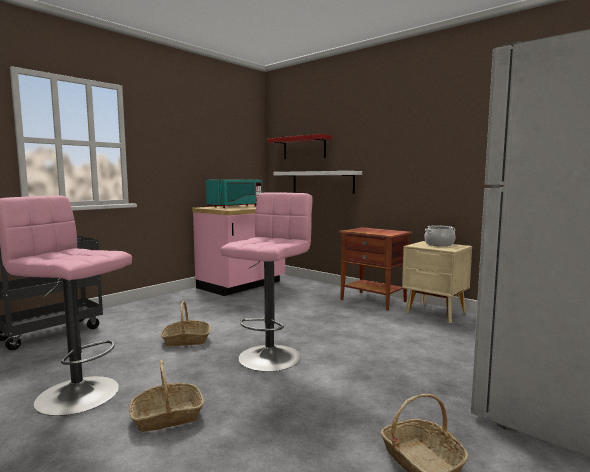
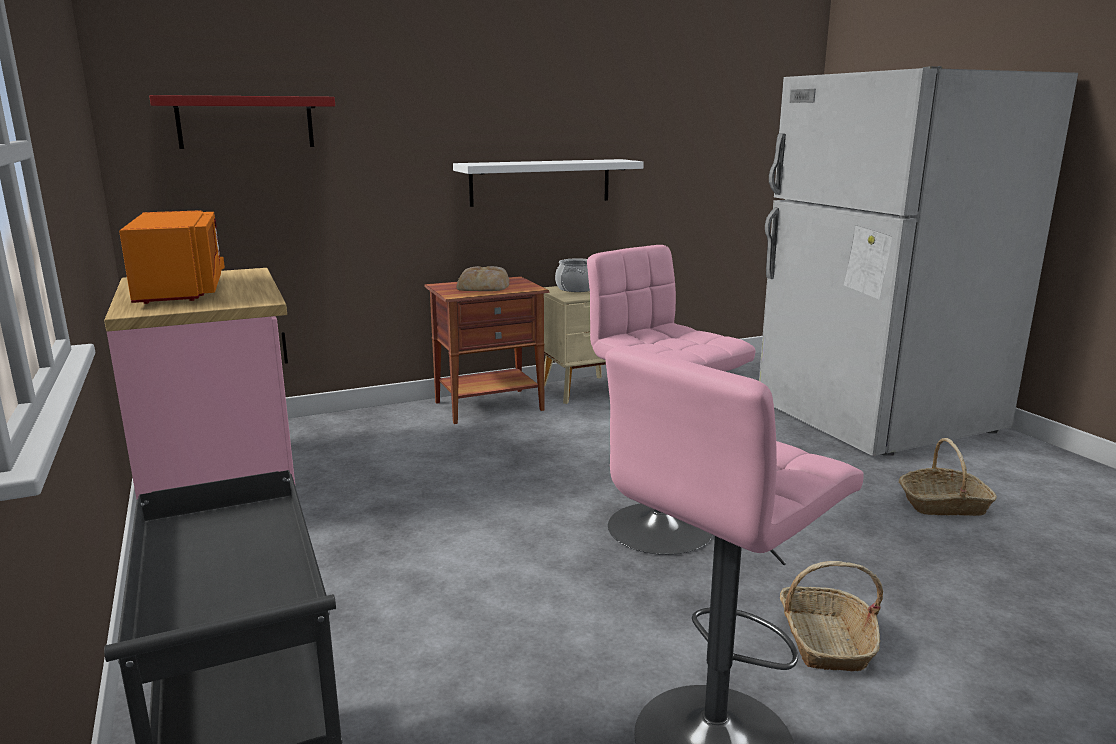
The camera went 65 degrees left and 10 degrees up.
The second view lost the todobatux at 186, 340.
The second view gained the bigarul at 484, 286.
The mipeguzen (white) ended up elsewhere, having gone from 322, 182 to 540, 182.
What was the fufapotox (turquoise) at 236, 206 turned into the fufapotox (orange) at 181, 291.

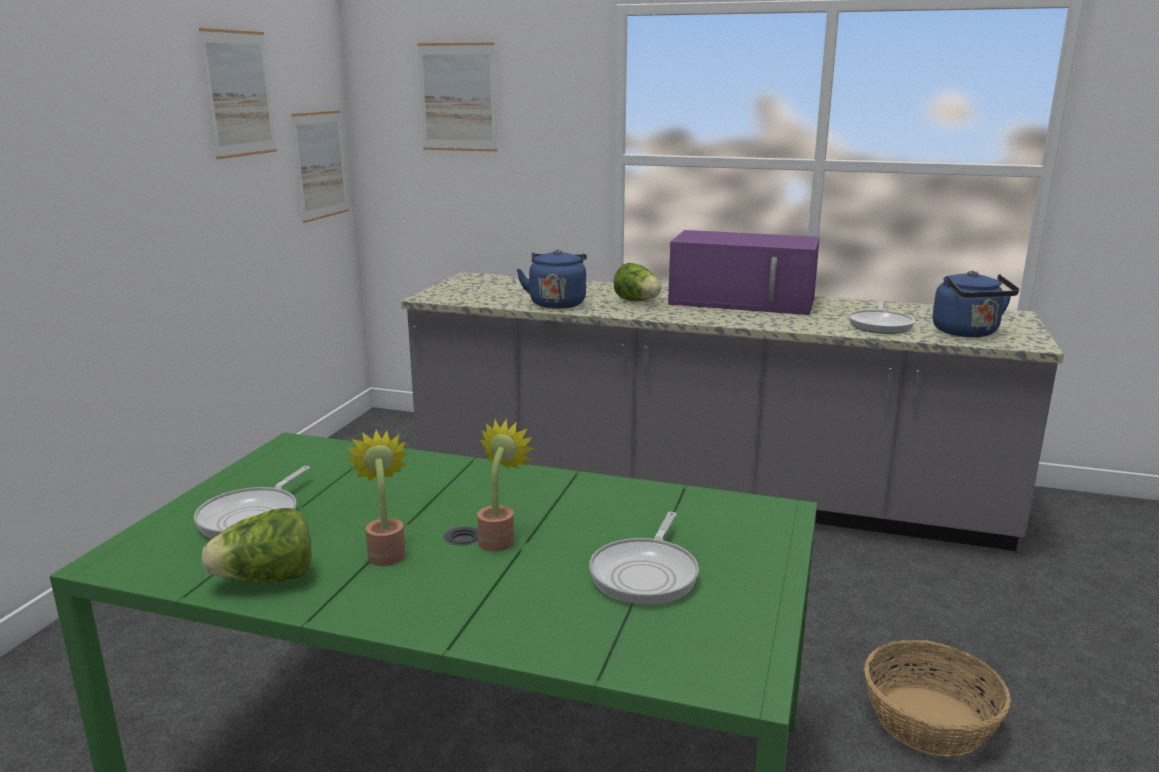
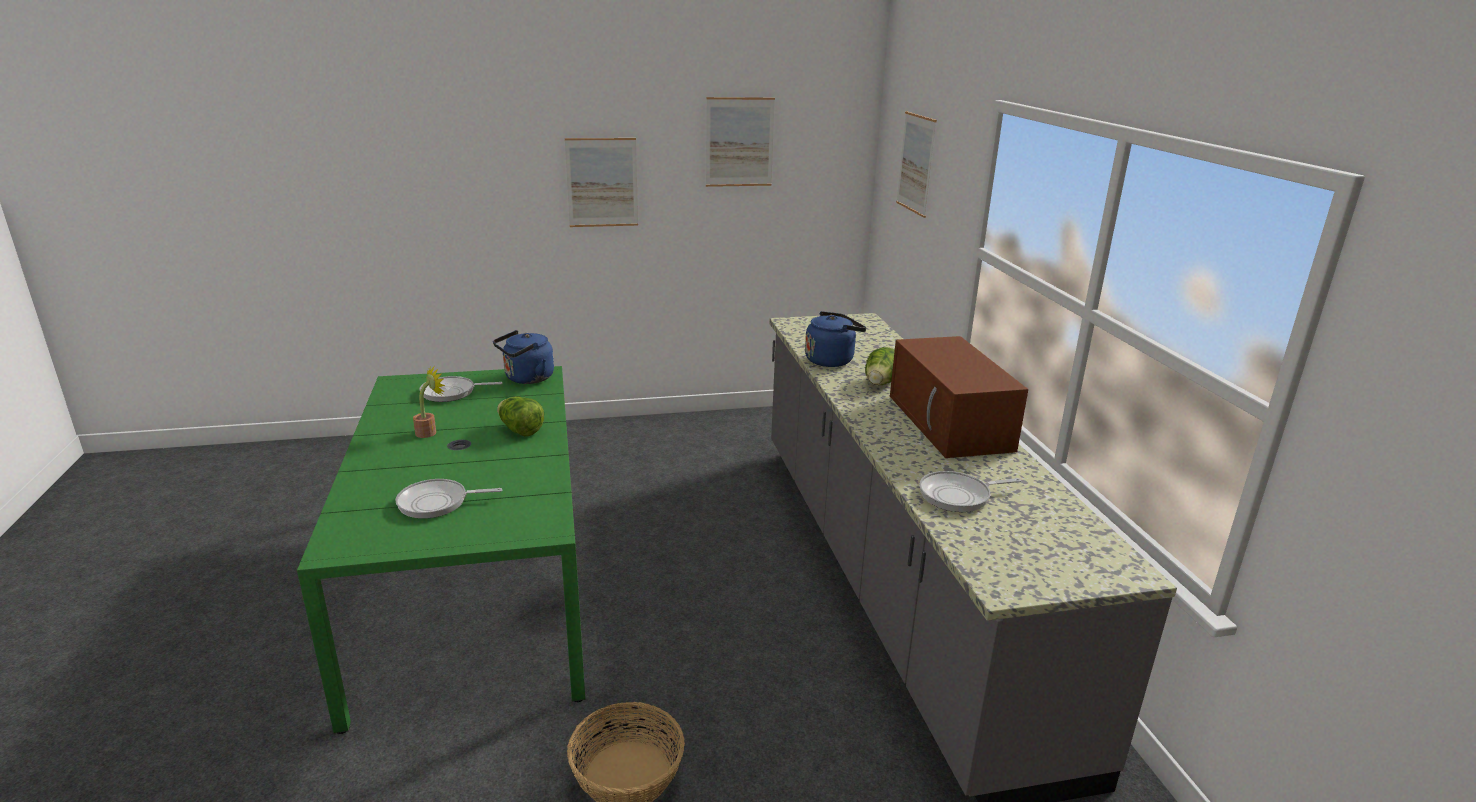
The camera went 60 degrees right and 5 degrees up.
The second view lost the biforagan at 499, 538.
The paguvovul ended up elsewhere, having gone from 266, 579 to 520, 430.
The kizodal ended up elsewhere, having gone from 320, 165 to 602, 182.
The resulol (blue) ended up elsewhere, having gone from 968, 333 to 526, 379.
What was the fufapotox (purple) at 744, 301 turned into the fufapotox (brown) at 951, 423.

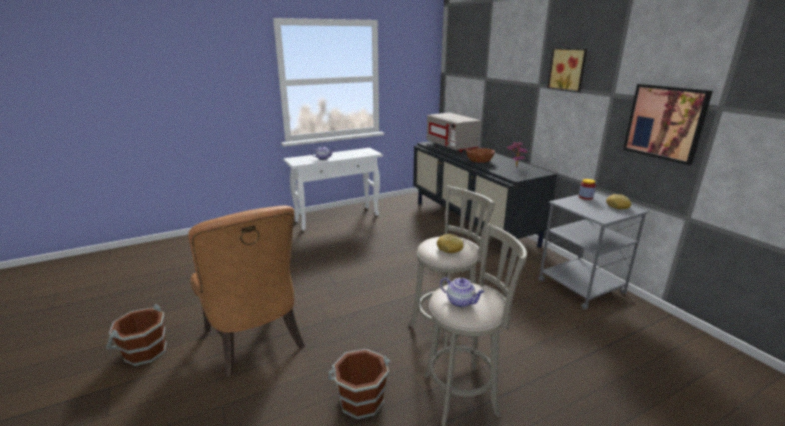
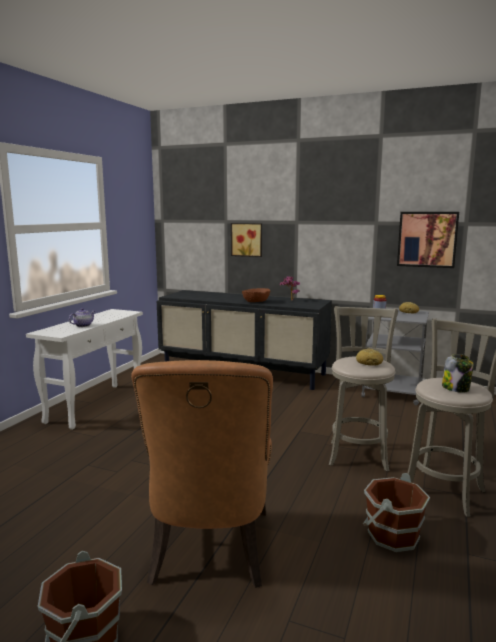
The camera went 40 degrees left and 10 degrees down.
The second view lost the fufapotox (grey) at 452, 146.
The kizodal ended up elsewhere, having gone from 568, 69 to 247, 239.
Where the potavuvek stood at 461, 302, the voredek came to stand at 456, 388.
The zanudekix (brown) at 255, 339 ended up facing another way, 75 degrees clockwise from before.

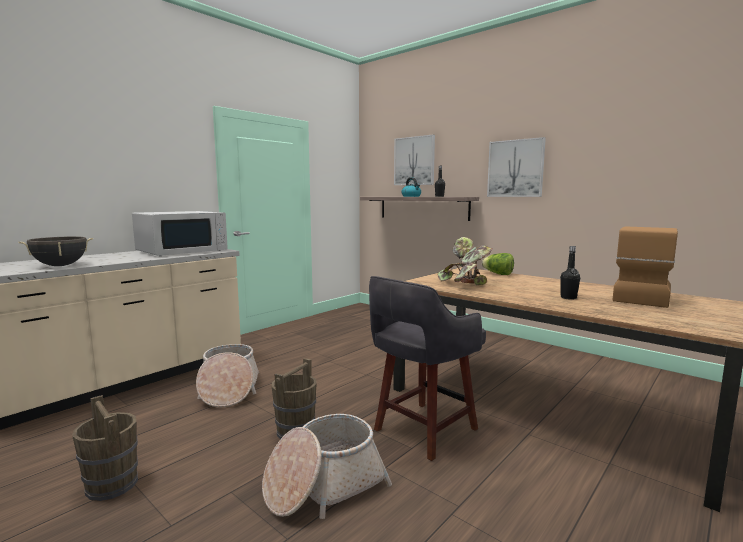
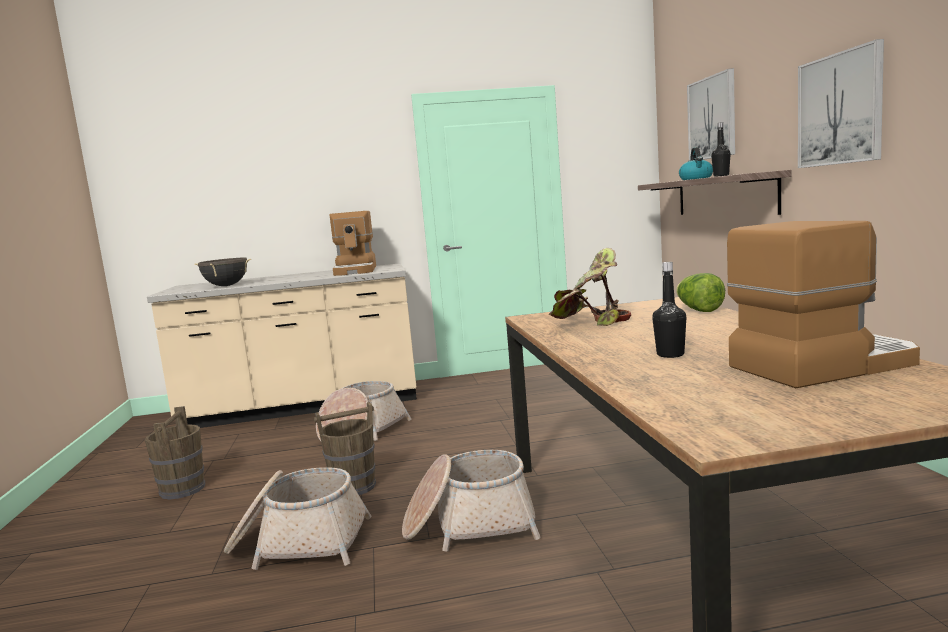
The camera went 40 degrees right and 0 degrees up.
Where the fufapotox (white) stood at 182, 251, the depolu came to stand at 356, 271.
Where the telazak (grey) stood at 422, 431, the todobatux came to stand at 469, 524.

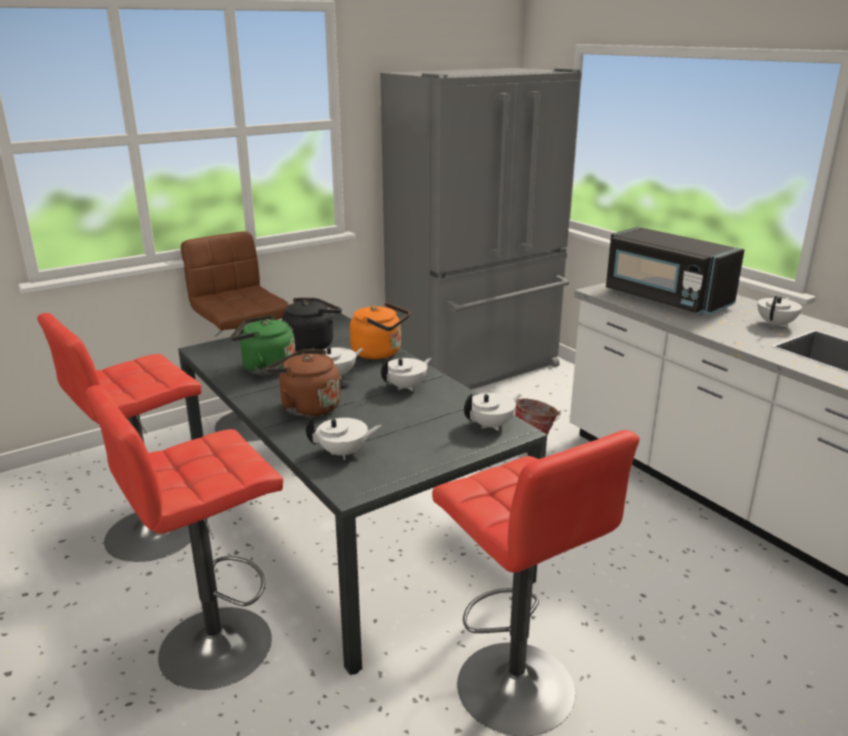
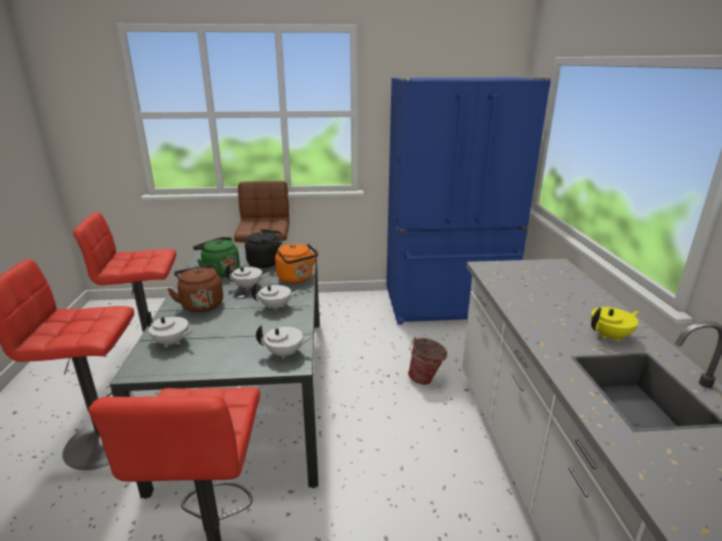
The camera went 30 degrees right and 0 degrees up.
The second view lost the fufapotox (black) at 665, 299.
What was the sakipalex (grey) at 477, 368 turned into the sakipalex (blue) at 448, 306.
What was the potavuvek (white) at 776, 324 turned into the potavuvek (yellow) at 610, 336.

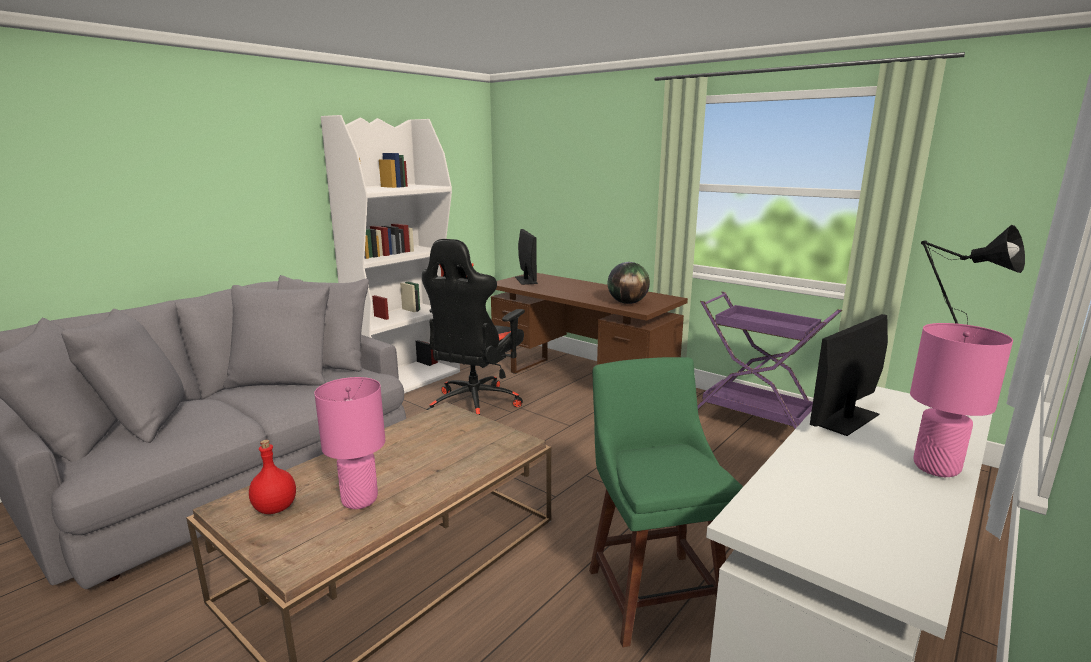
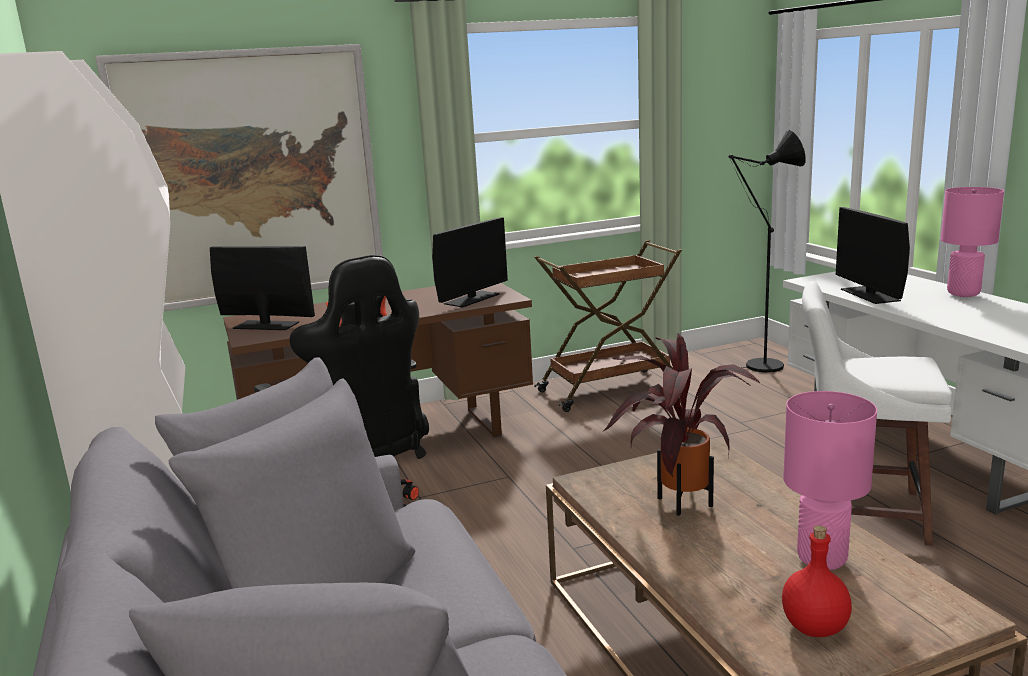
The camera went 60 degrees left and 0 degrees up.
The second view gained the kizodal at 252, 176.
The second view gained the biforagan at 678, 502.
Where the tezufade stood at 627, 303, the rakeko came to stand at 472, 299.
What was the telazak (green) at 653, 591 turned into the telazak (white) at 859, 511.
What was the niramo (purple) at 753, 425 turned into the niramo (brown) at 609, 390.

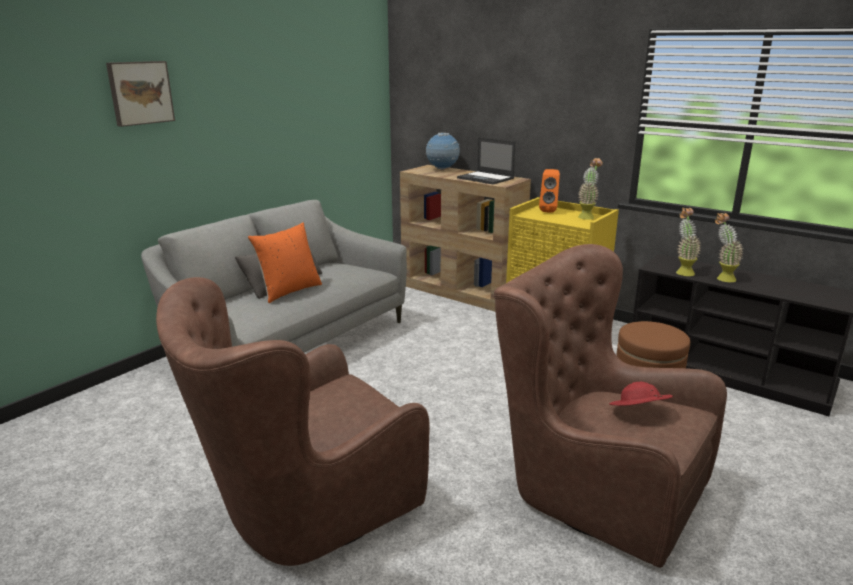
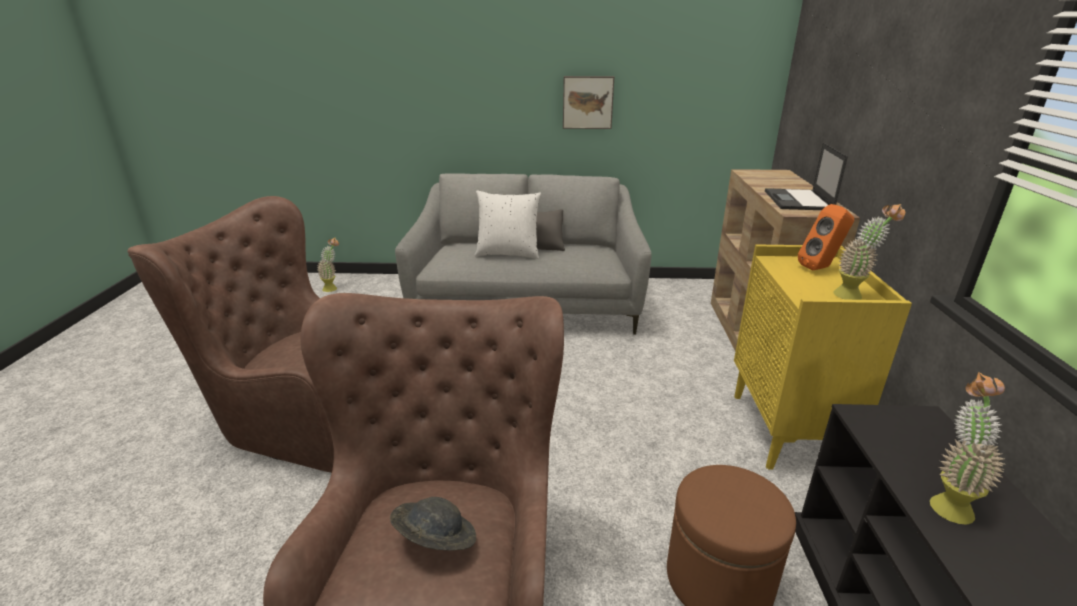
The camera went 55 degrees right and 5 degrees up.
The second view lost the tezufade at 442, 169.
The kizodal ended up elsewhere, having gone from 140, 93 to 587, 102.
The biforagan ended up elsewhere, having gone from 682, 271 to 333, 287.
What was the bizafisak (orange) at 289, 291 turned into the bizafisak (white) at 508, 253.
What was the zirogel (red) at 638, 413 turned into the zirogel (grey) at 434, 540.

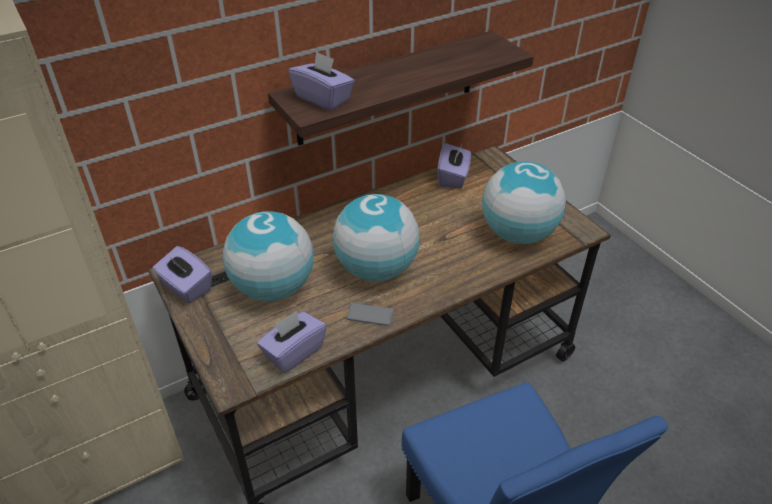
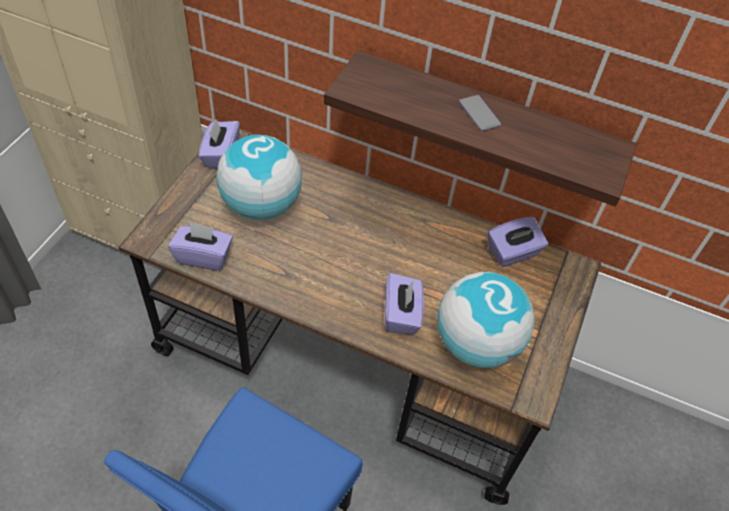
The camera went 50 degrees right and 10 degrees up.
The second view lost the tezufade at 376, 269.
The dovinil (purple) ended up elsewhere, having gone from 323, 98 to 401, 314.
The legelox ended up elsewhere, having gone from 370, 315 to 479, 114.

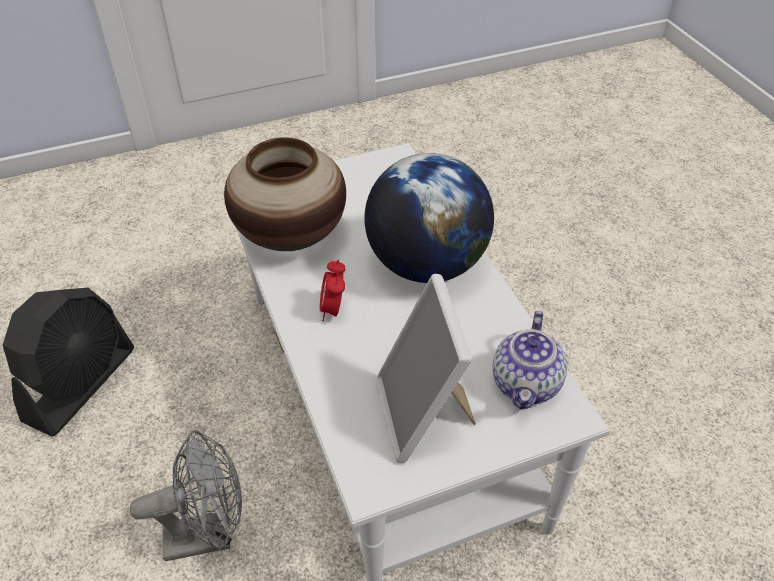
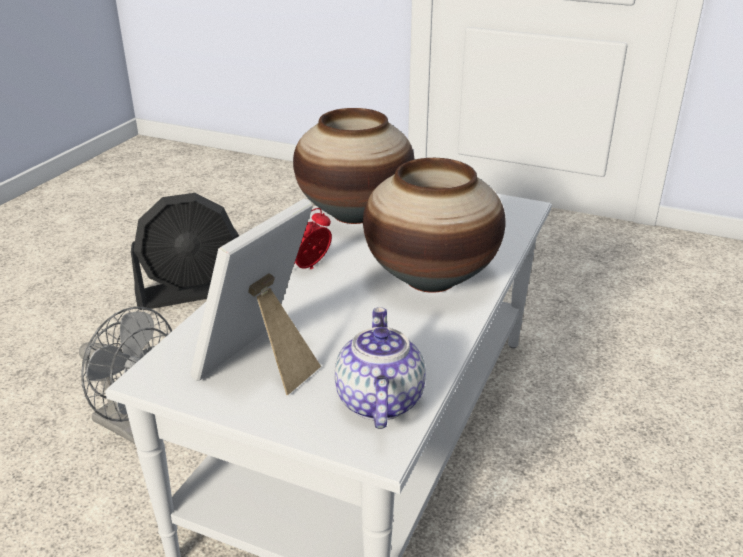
The camera went 45 degrees right and 15 degrees down.
Where the tezufade stood at 426, 265, the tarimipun came to stand at 430, 279.
The potavuvek at 527, 384 ended up facing another way, 120 degrees clockwise from before.

